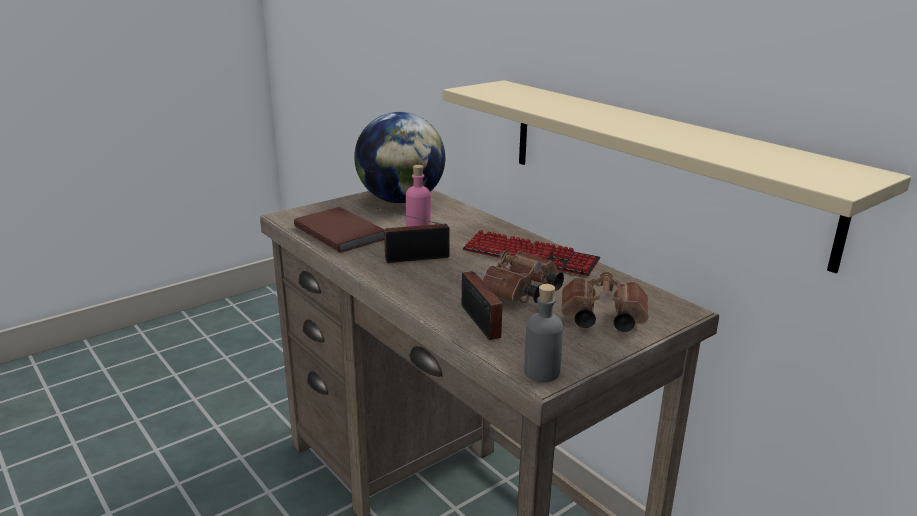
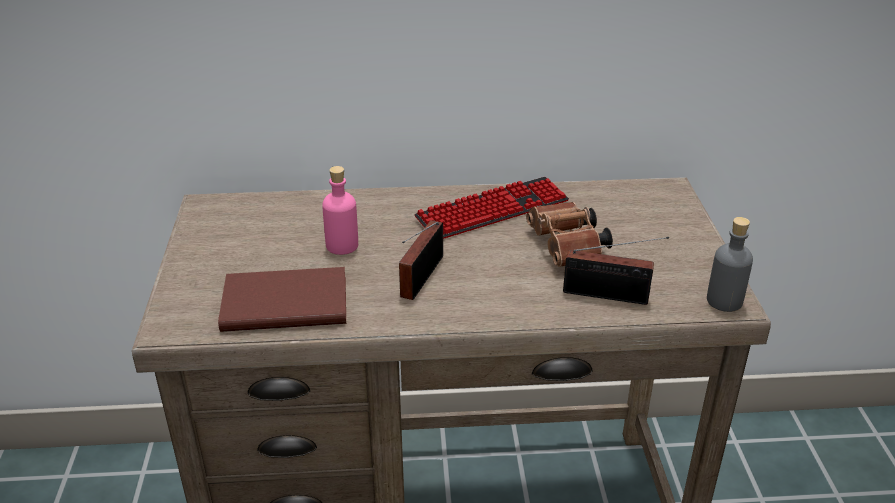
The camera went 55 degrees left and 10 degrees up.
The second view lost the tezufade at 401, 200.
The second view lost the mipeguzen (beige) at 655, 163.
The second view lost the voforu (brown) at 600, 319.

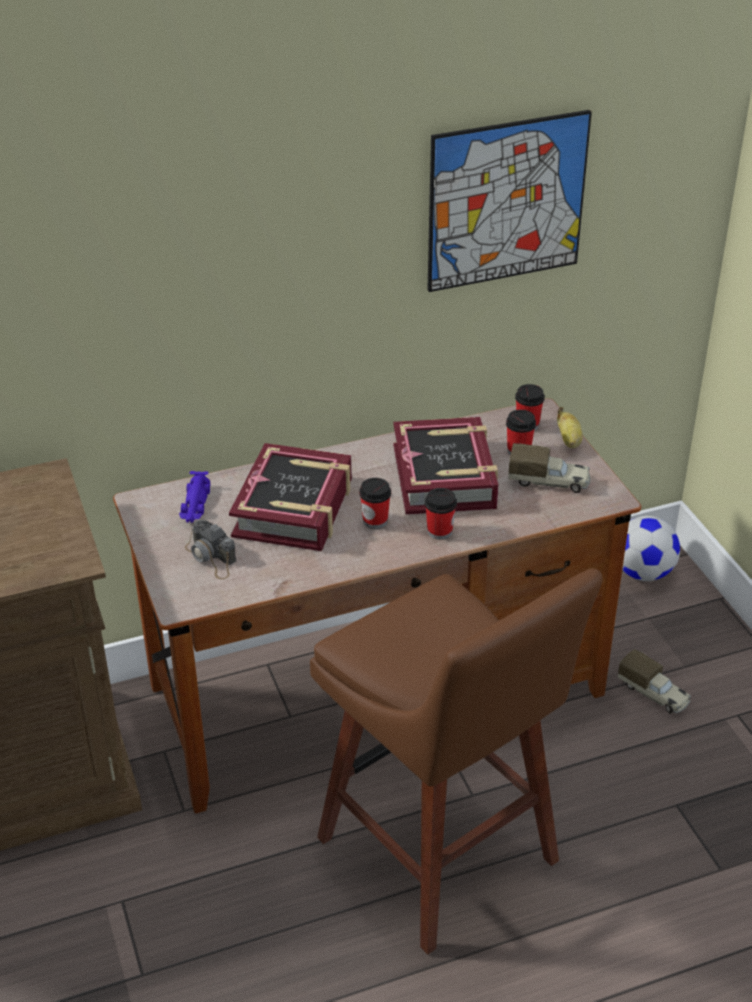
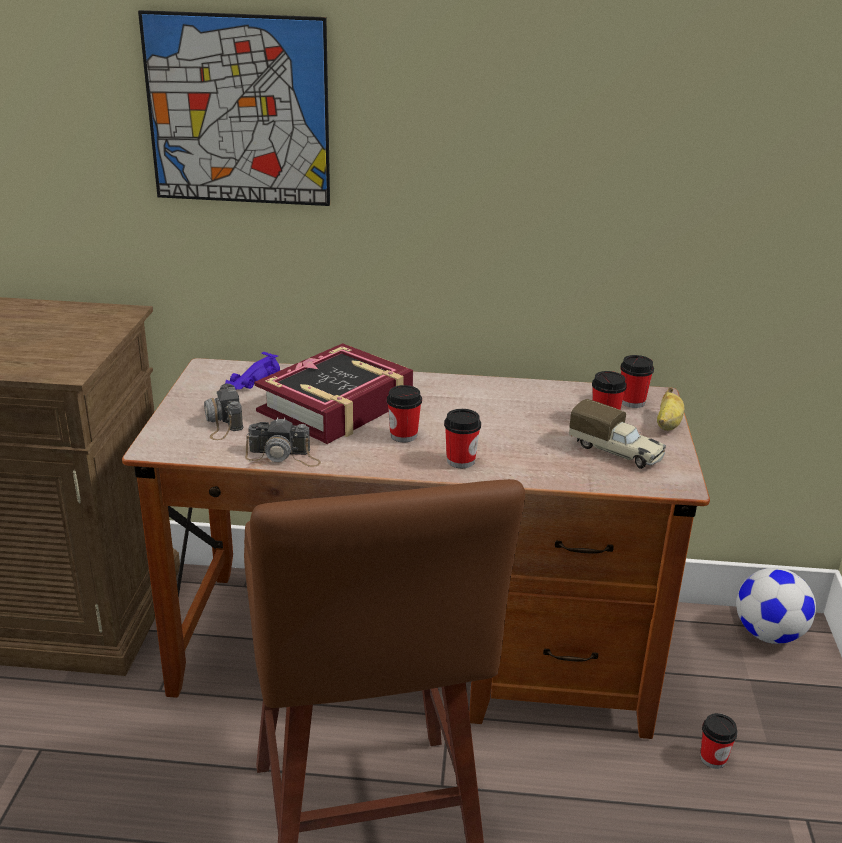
The camera went 25 degrees right and 10 degrees down.
The second view lost the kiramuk at 445, 476.
The second view gained the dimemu at 283, 456.
The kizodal ended up elsewhere, having gone from 506, 201 to 238, 111.
Where the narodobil stood at 654, 694, the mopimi came to stand at 713, 758.

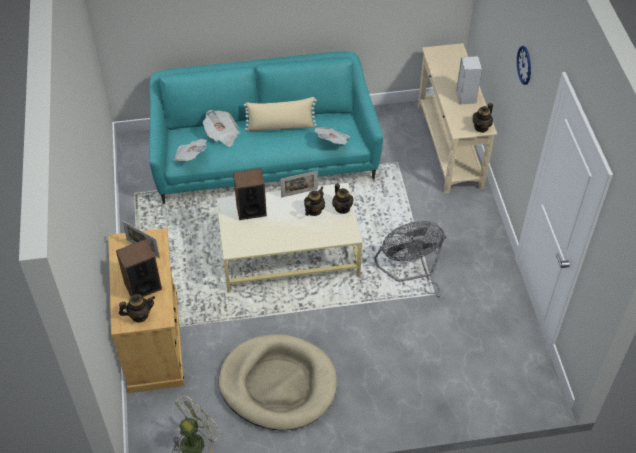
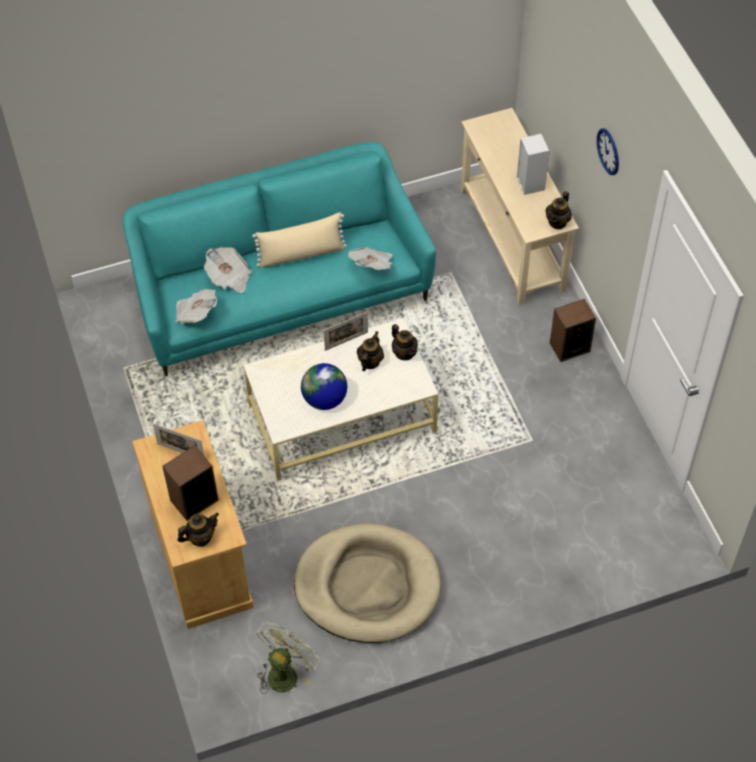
The camera went 10 degrees left and 5 degrees up.
The second view lost the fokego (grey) at 414, 271.
The second view gained the tezufade at 324, 399.
The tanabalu ended up elsewhere, having gone from 251, 210 to 569, 347.

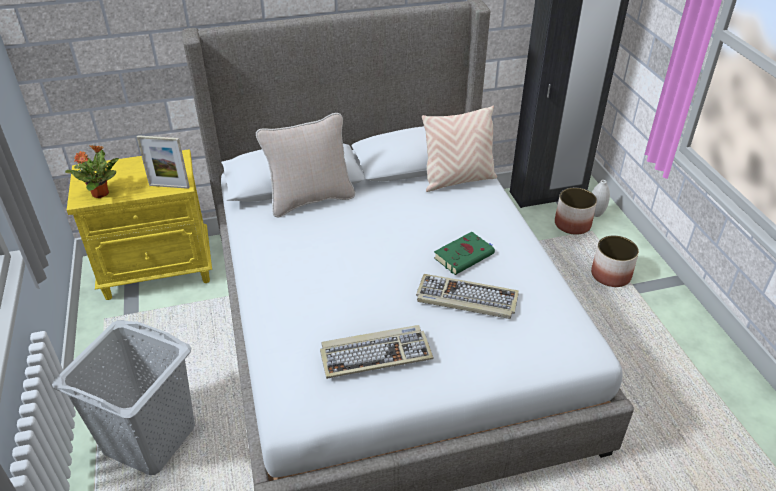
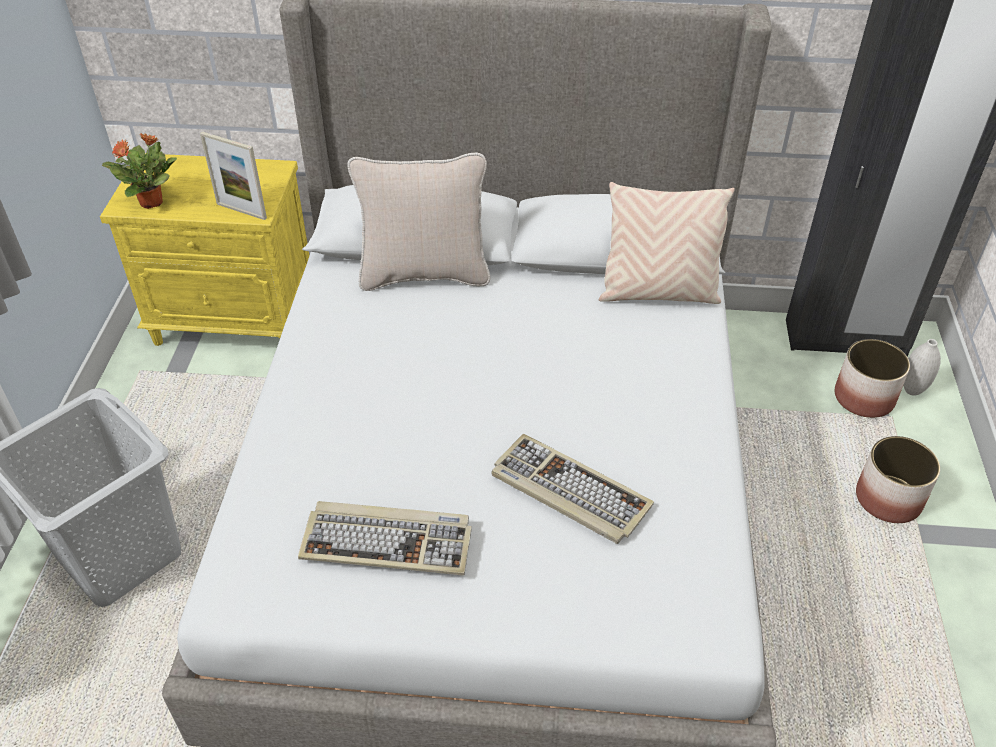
The camera went 20 degrees right and 5 degrees up.
The second view lost the kiramuk (green) at 465, 255.

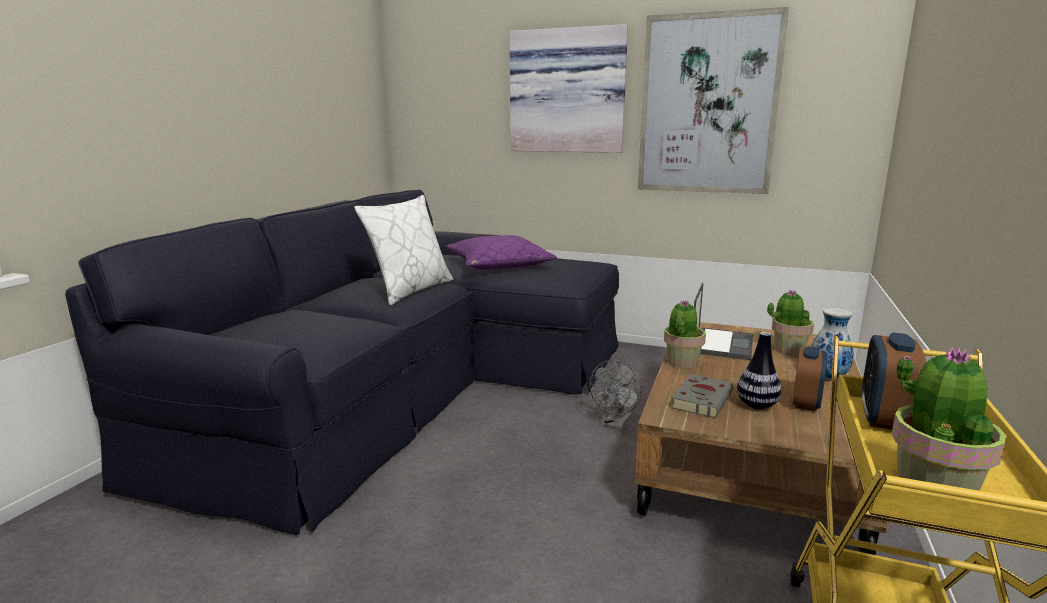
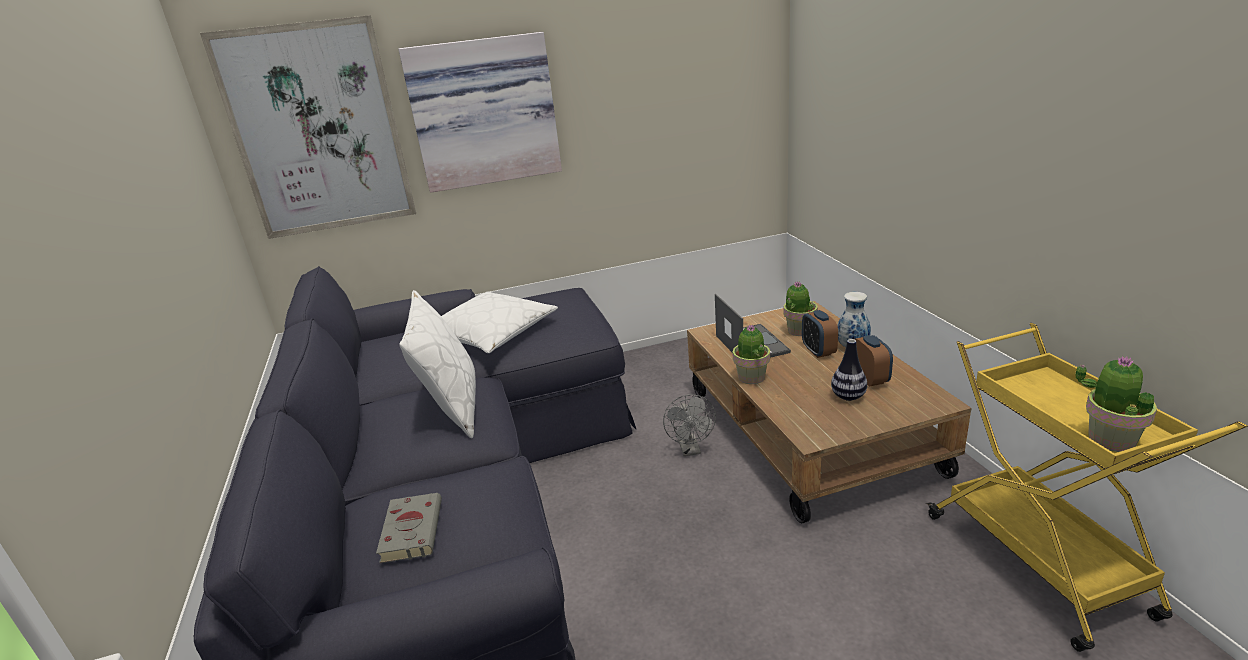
The camera went 35 degrees left and 10 degrees up.
The kizodal ended up elsewhere, having gone from 708, 105 to 318, 130.
The kiramuk (grey) ended up elsewhere, having gone from 702, 399 to 412, 529.
The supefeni ended up elsewhere, having gone from 884, 418 to 818, 351.
What was the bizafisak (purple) at 499, 265 turned into the bizafisak (white) at 491, 333.

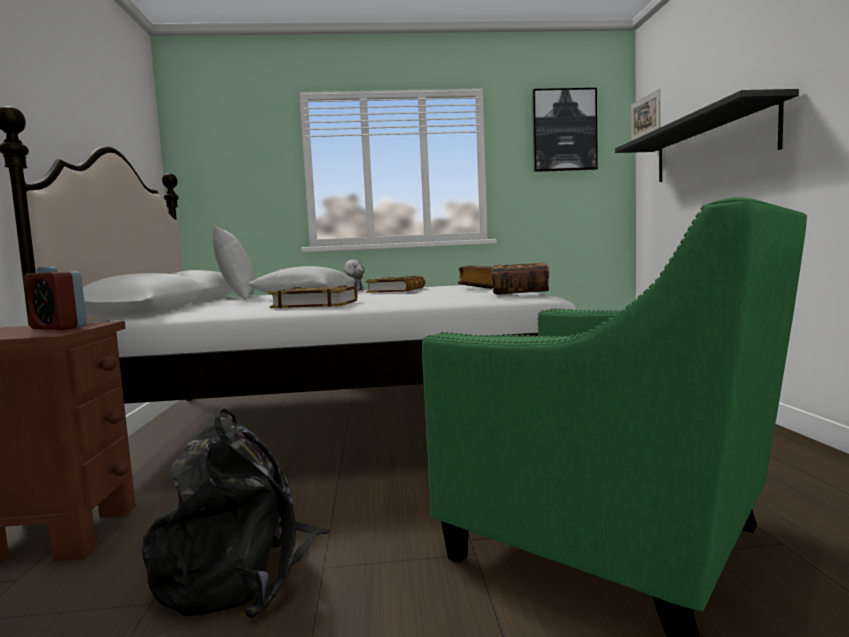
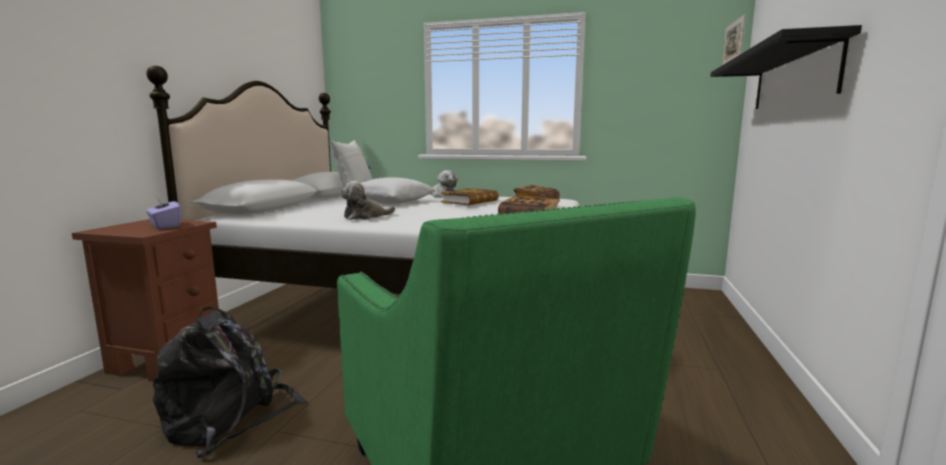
The camera went 20 degrees right and 5 degrees up.
The second view lost the kizodal at 564, 130.
Where the supefeni stood at 58, 328, the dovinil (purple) came to stand at 165, 226.
Where the kiramuk stood at 315, 304, the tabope came to stand at 365, 216.

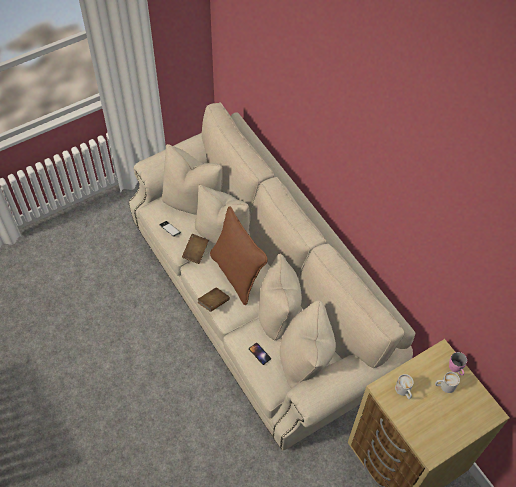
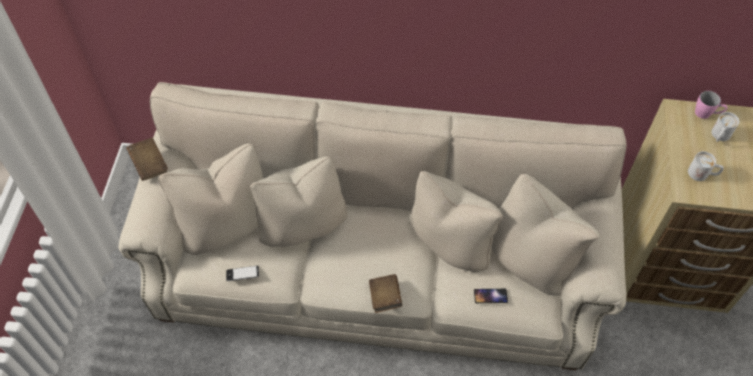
The camera went 50 degrees left and 0 degrees up.
The second view lost the bizafisak (brown) at 237, 274.
The kiramuk (brown) ended up elsewhere, having gone from 195, 252 to 149, 165.

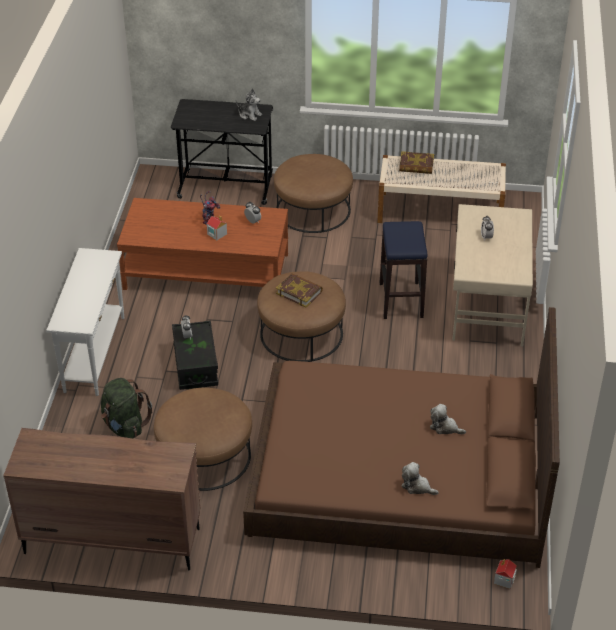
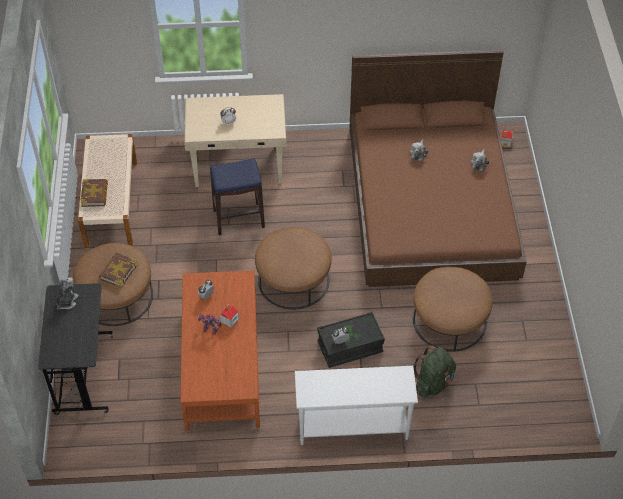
The camera went 100 degrees left and 10 degrees up.
The second view lost the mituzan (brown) at 112, 539.
The kiramuk ended up elsewhere, having gone from 299, 292 to 118, 271.

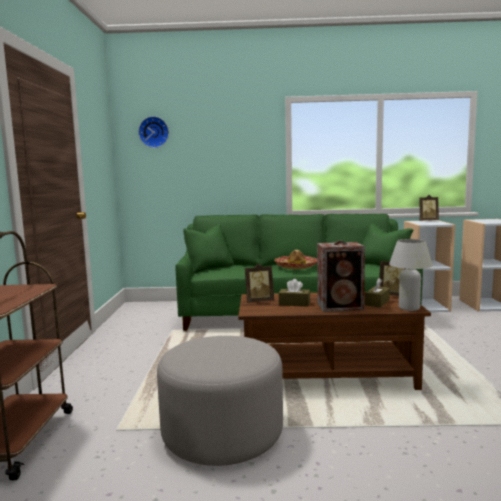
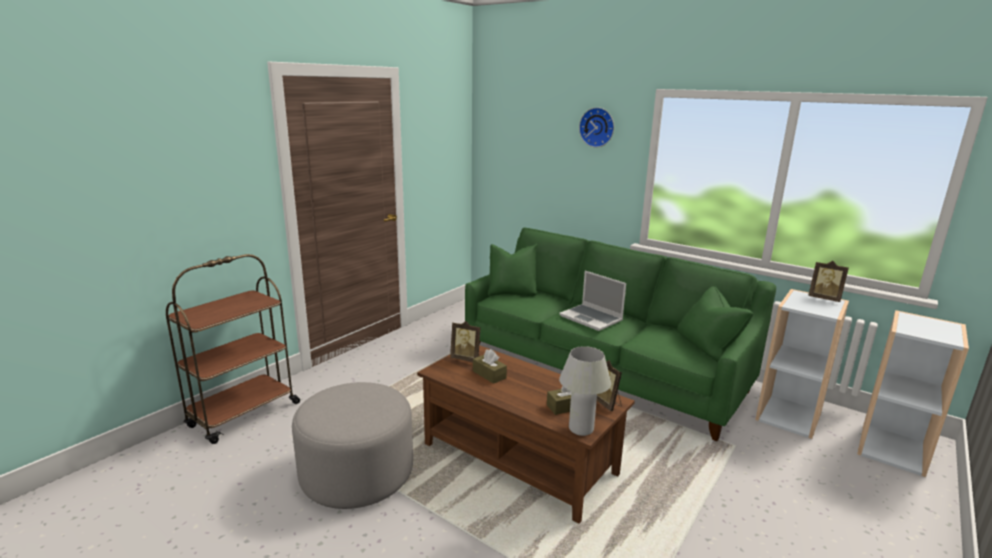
The camera went 35 degrees right and 10 degrees up.
The second view lost the tanabalu at 341, 306.
The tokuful ended up elsewhere, having gone from 154, 132 to 597, 127.
Where the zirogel stood at 296, 267, the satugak came to stand at 592, 318.

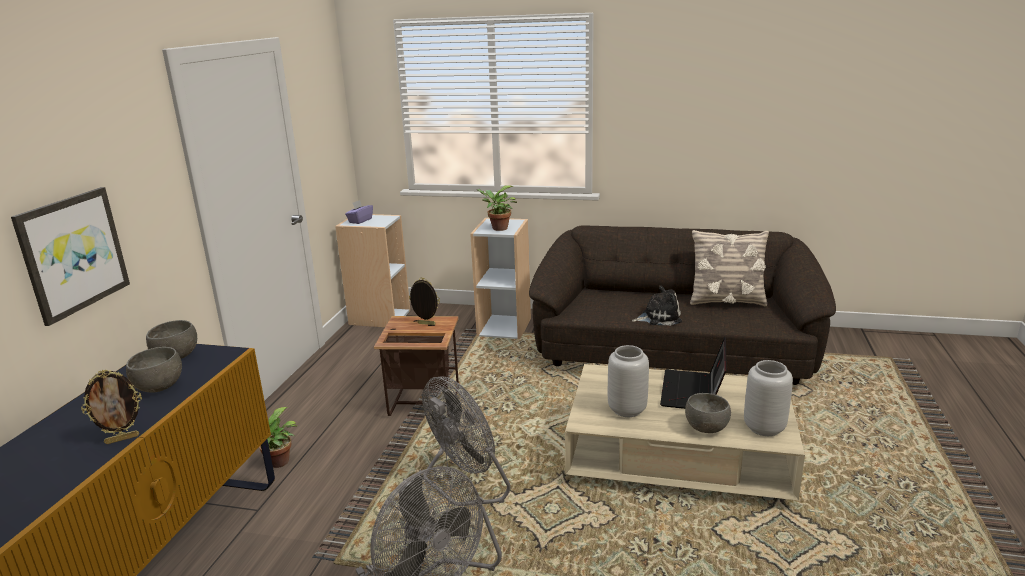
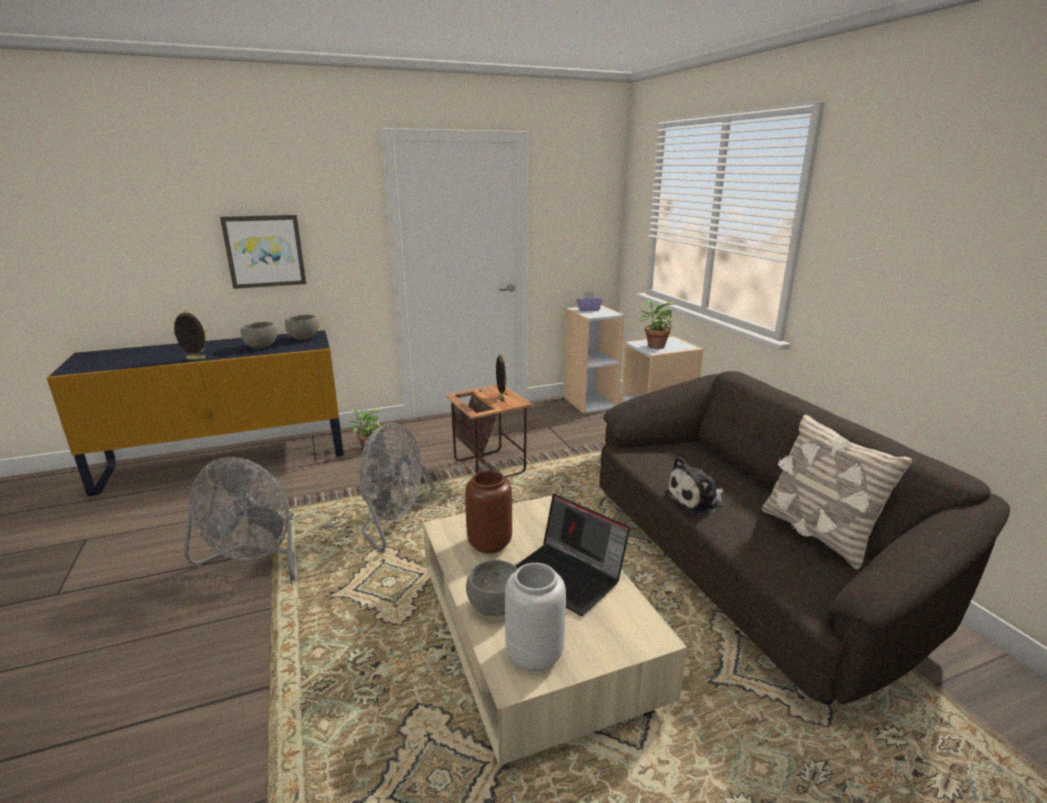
The camera went 55 degrees right and 0 degrees up.
What was the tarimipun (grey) at 627, 409 turned into the tarimipun (brown) at 490, 544.
The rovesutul at 122, 439 ended up facing another way, 150 degrees clockwise from before.
The tabope at 658, 317 ended up facing another way, 105 degrees clockwise from before.
The satugak at 693, 392 ended up facing another way, 120 degrees counterclockwise from before.

